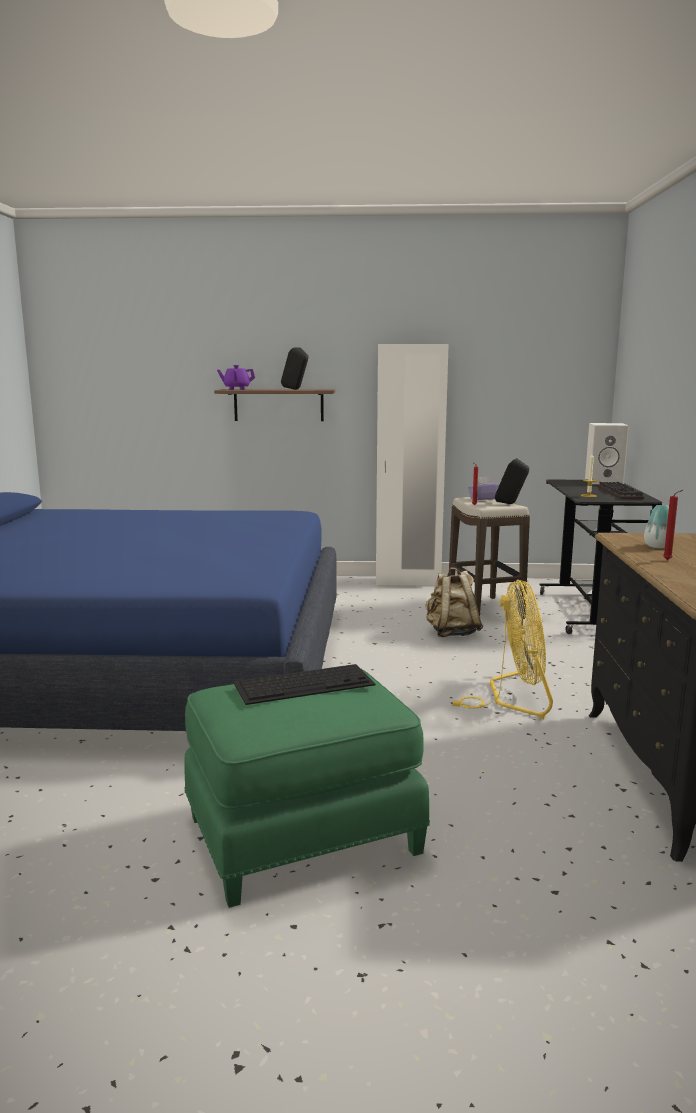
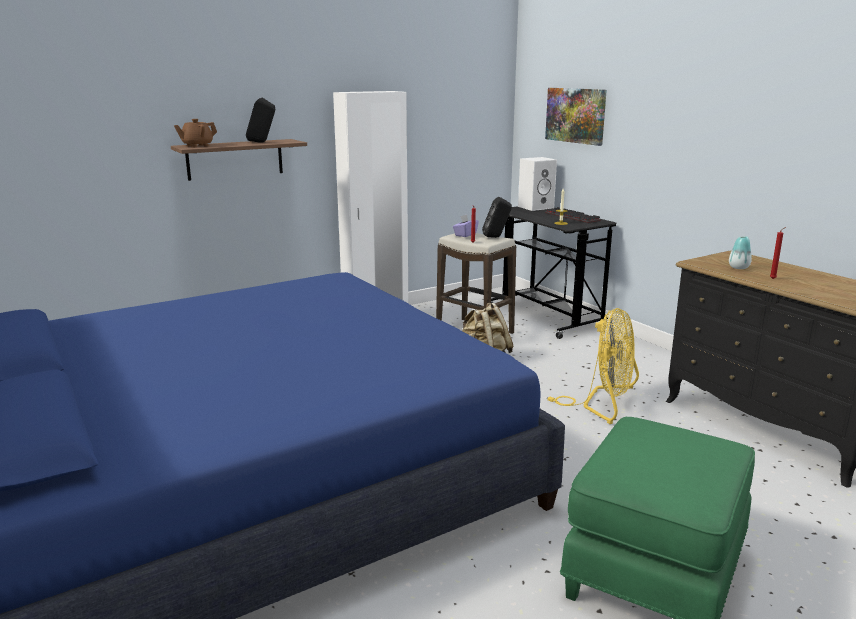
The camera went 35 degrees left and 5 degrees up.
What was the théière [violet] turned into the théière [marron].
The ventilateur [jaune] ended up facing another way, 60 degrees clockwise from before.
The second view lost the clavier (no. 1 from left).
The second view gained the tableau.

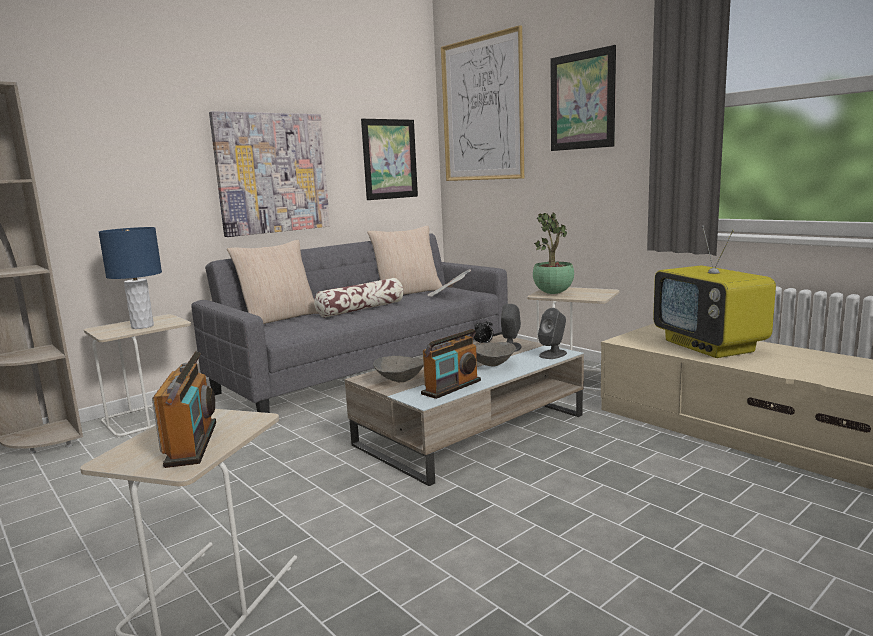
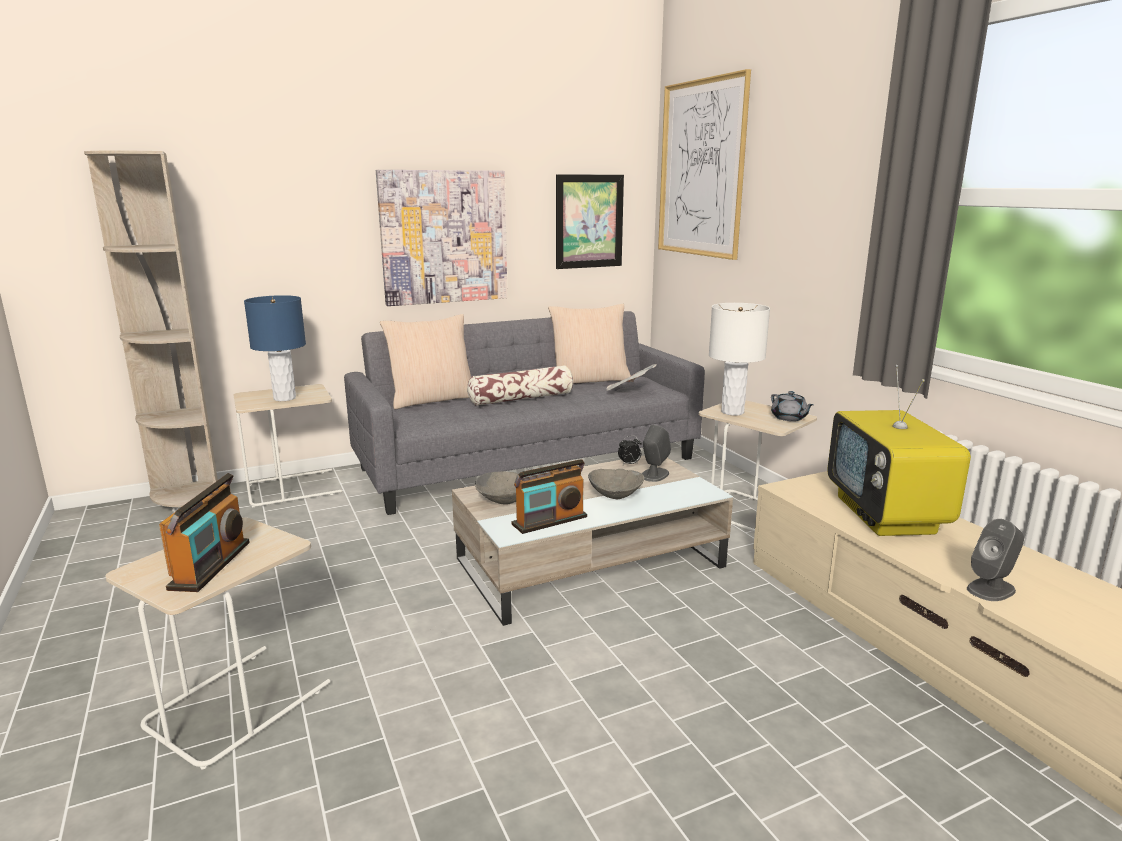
The camera went 15 degrees right and 5 degrees up.
The second view lost the tableau (no. 4 from left).
Where the plante en pot stood, the lampe de table [blanc] came to stand.
The enceinte [gris] (no. 2 from left) ended up elsewhere.
The second view gained the théière [gris].

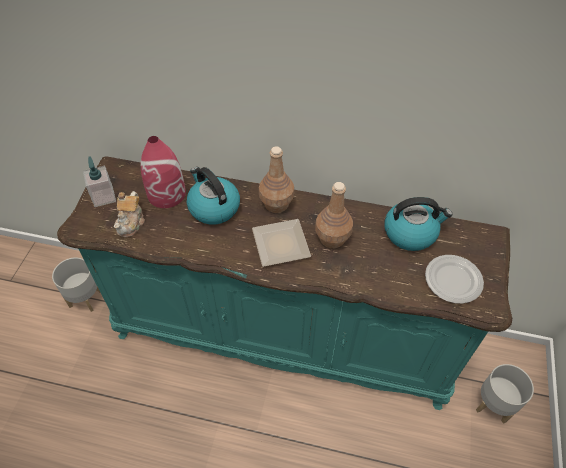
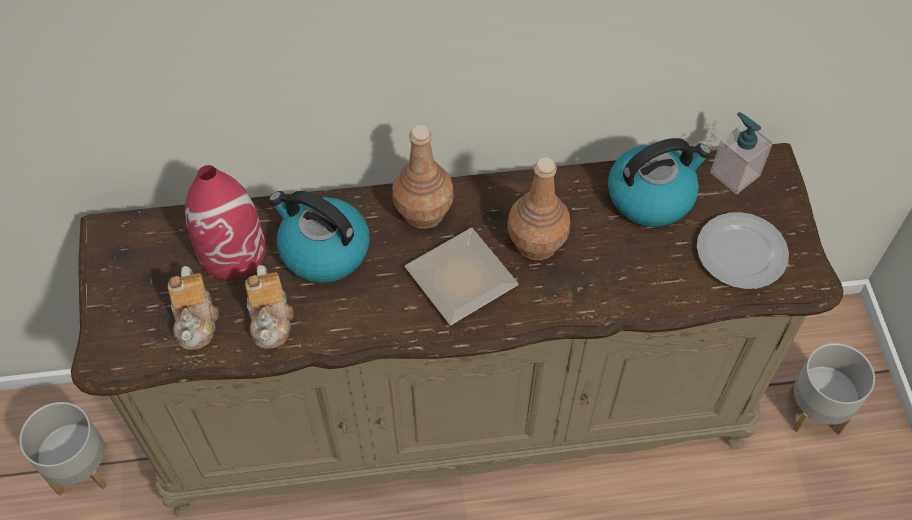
The camera went 20 degrees left and 5 degrees up.
What was the meuble de rangement [turquoise] turned into the meuble de rangement [beige].
The distributeur de savon ended up elsewhere.
The second view gained the théière (no. 2 from left).

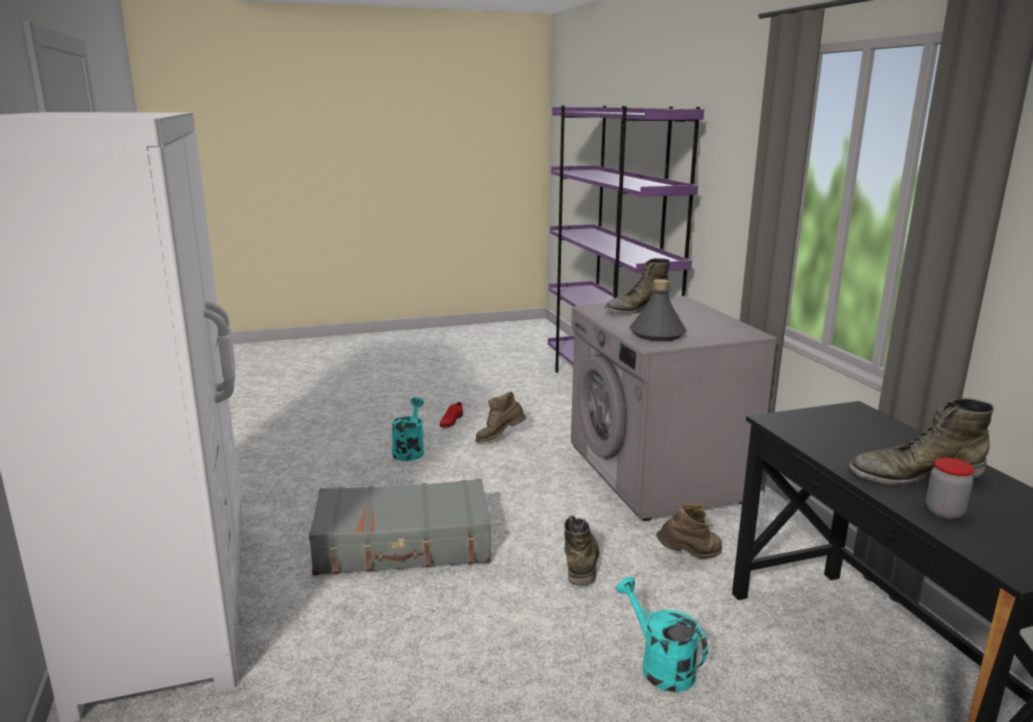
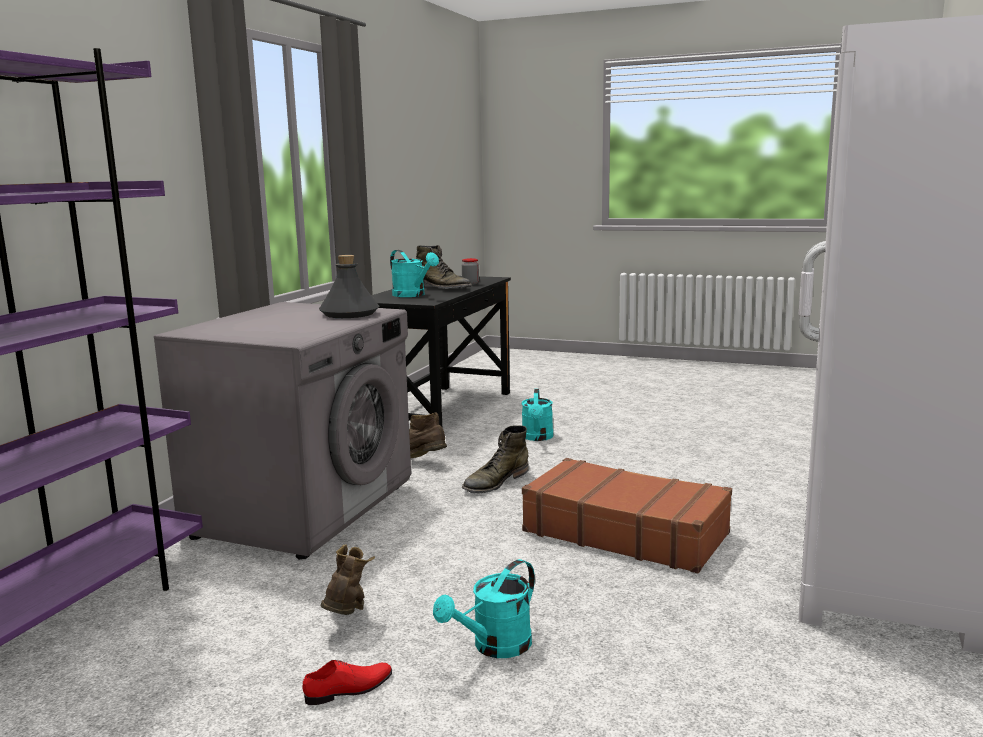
The camera went 140 degrees left and 5 degrees down.
The second view lost the botte [vert] (no. 2 from left).
The botte [marron] (no. 1 from left) ended up facing another way, 105 degrees counterclockwise from before.
What was the valise [gris] turned into the valise [marron].
The second view gained the arrosoir [turquoise] (no. 1 from left).

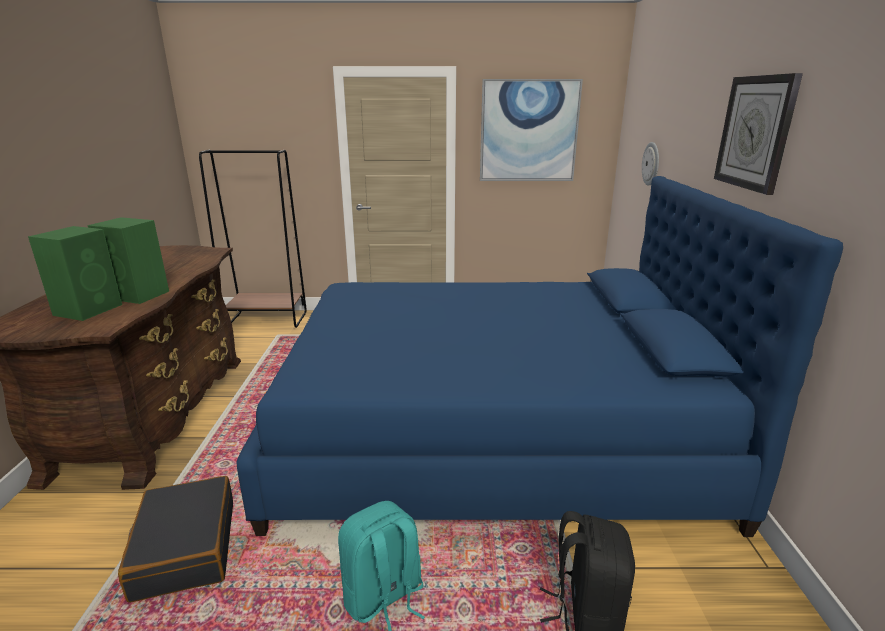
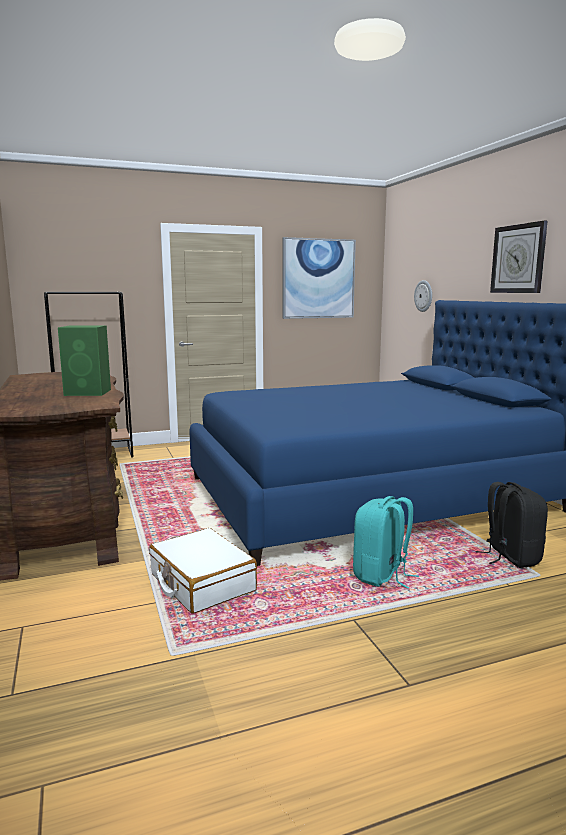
The camera went 20 degrees left and 10 degrees down.
The second view lost the enceinte [vert] (no. 1 from left).
What was the valise [noir] turned into the valise [blanc].

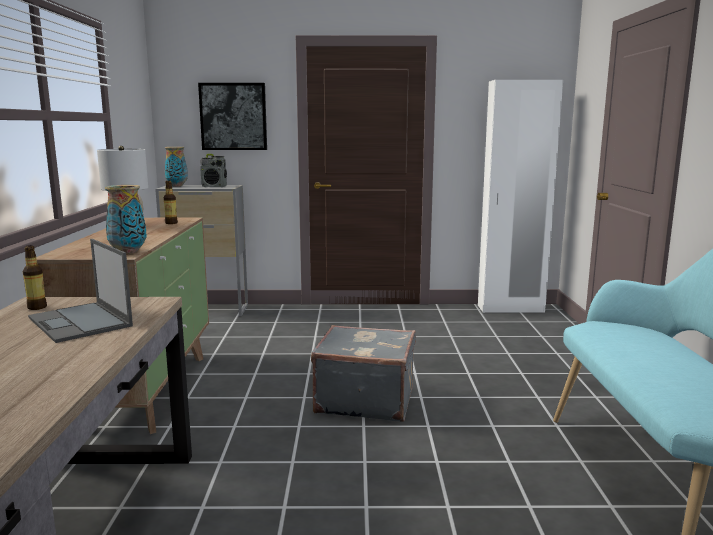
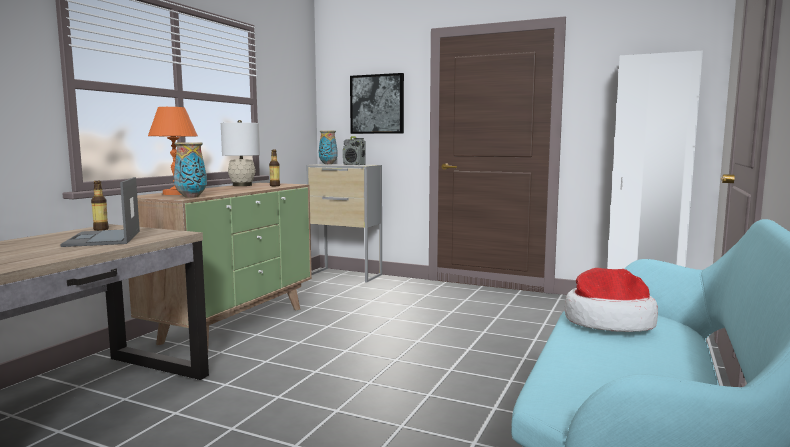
The camera went 25 degrees right and 5 degrees down.
The second view lost the valise [gris].
The second view gained the lampe de table [orange].
The second view gained the chapeau.

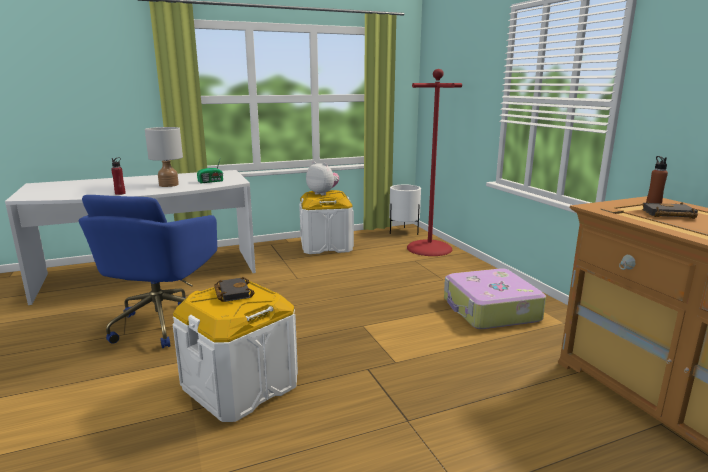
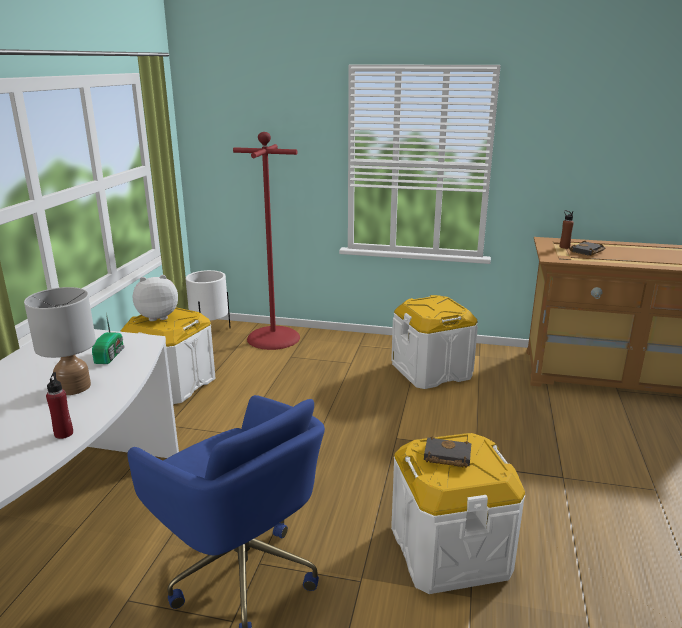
The camera went 55 degrees left and 5 degrees up.
Where the valise stood, the boîte de rangement [blanc] (no. 2 from left) came to stand.

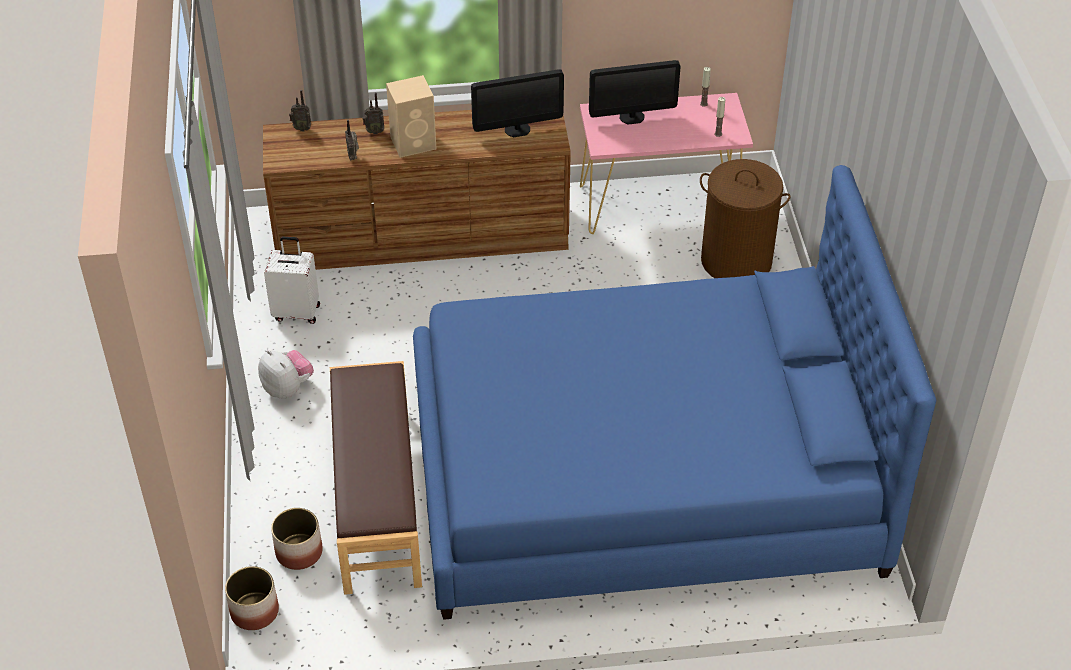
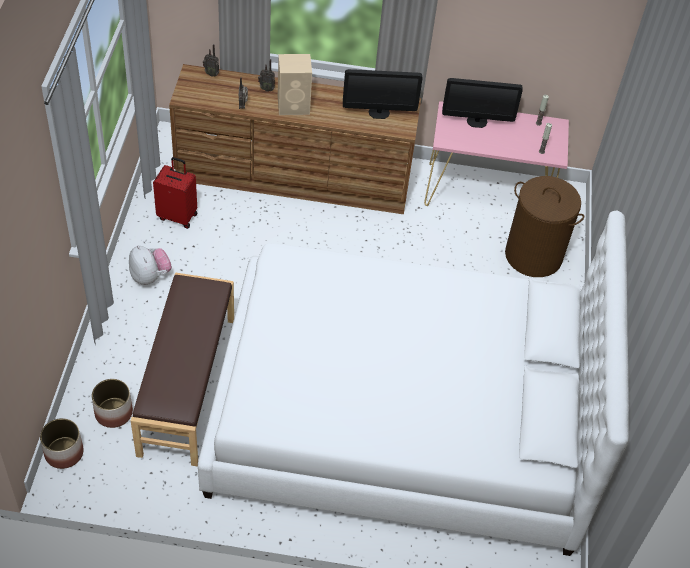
The camera went 10 degrees right and 5 degrees up.
What was the lit [bleu] turned into the lit [blanc].
What was the valise [blanc] turned into the valise [rouge].

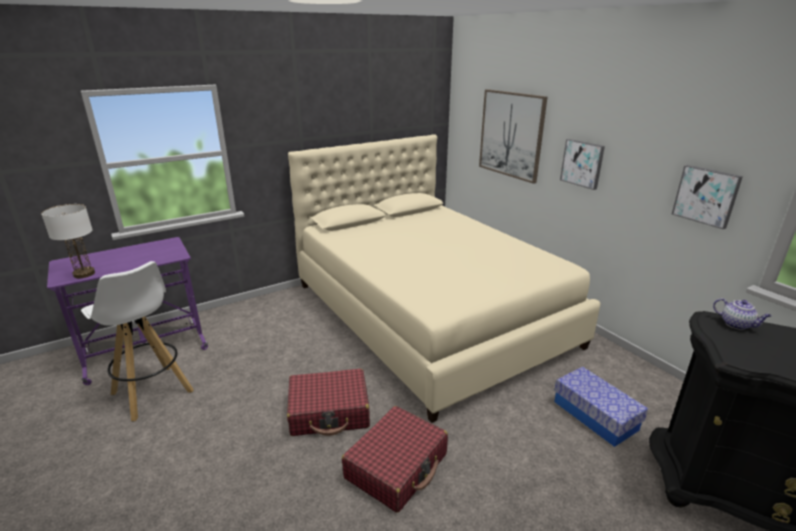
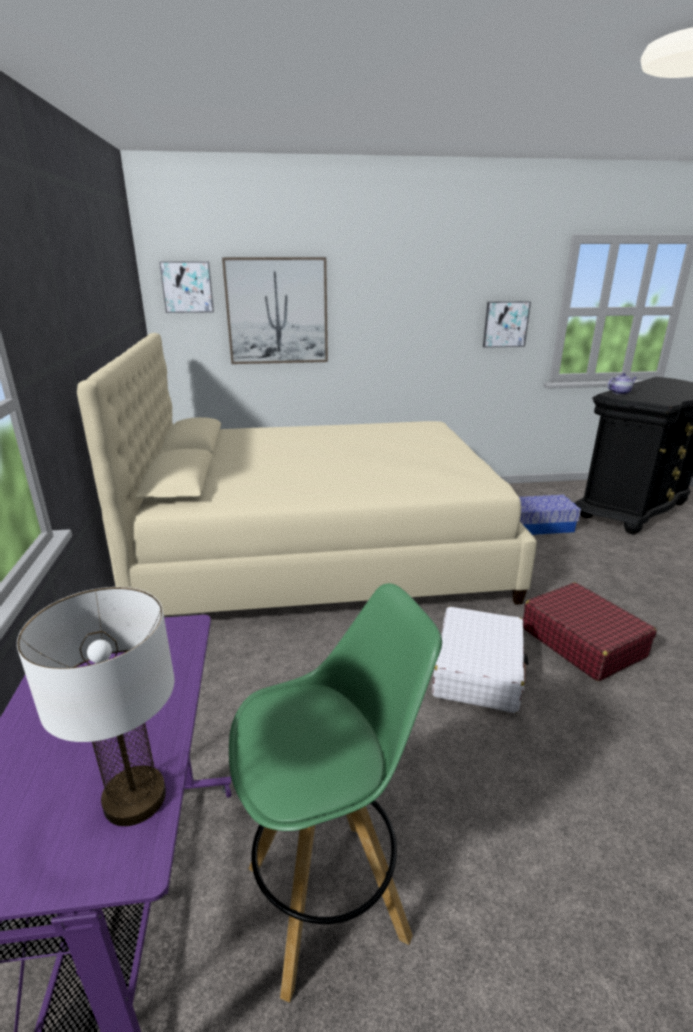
The camera went 65 degrees left and 0 degrees up.
The tableau (no. 2 from left in the first image) ended up elsewhere.
What was the tabouret [blanc] turned into the tabouret [vert].
What was the valise [rouge] (no. 1 from left) turned into the valise [blanc].

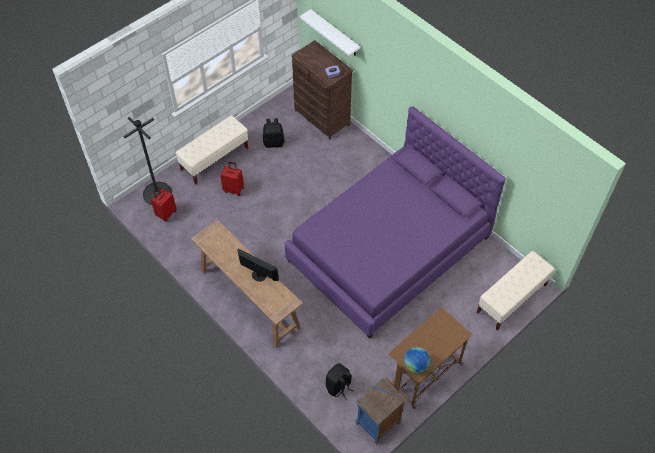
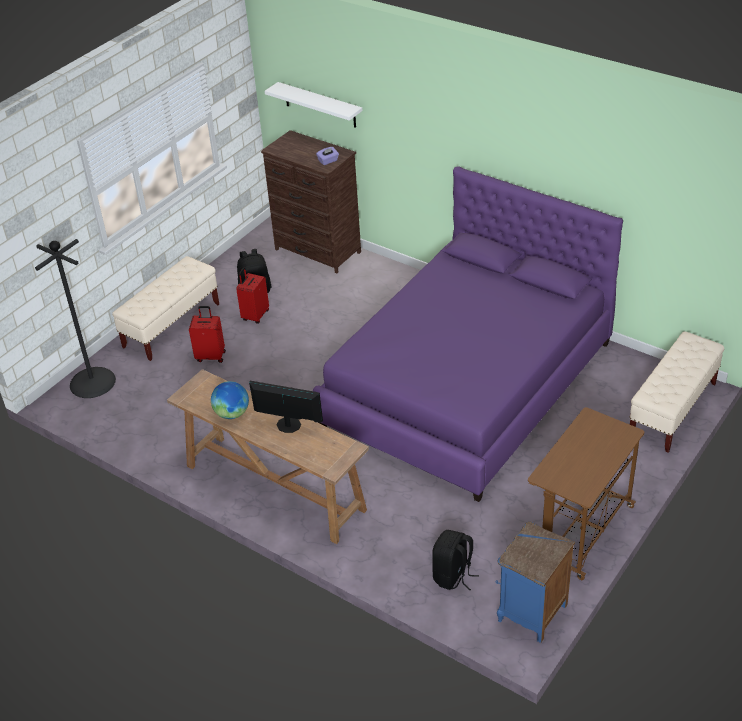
The camera went 10 degrees left and 15 degrees down.
The valise [rouge] (no. 1 from left in the first image) ended up elsewhere.
The globe ended up elsewhere.

